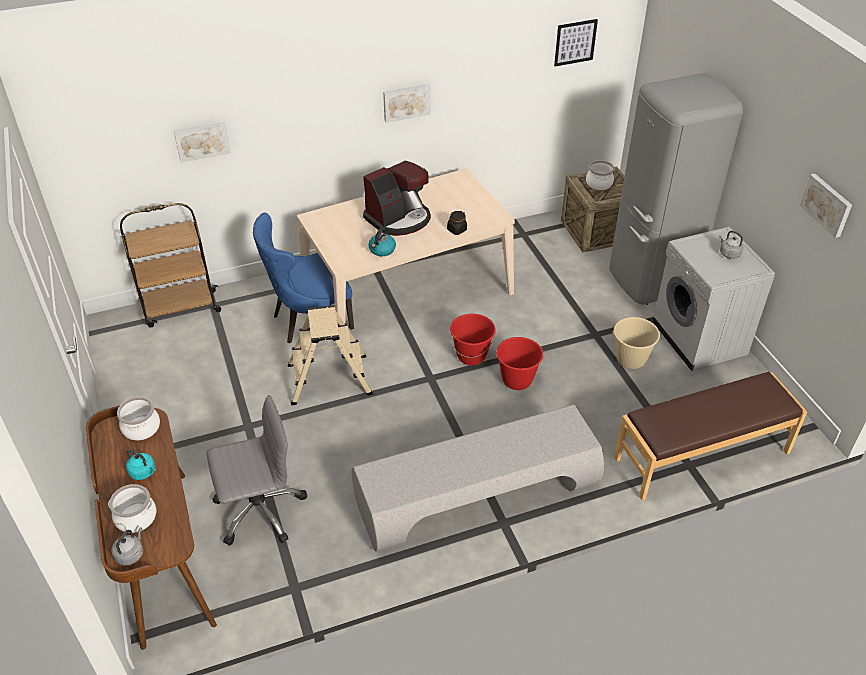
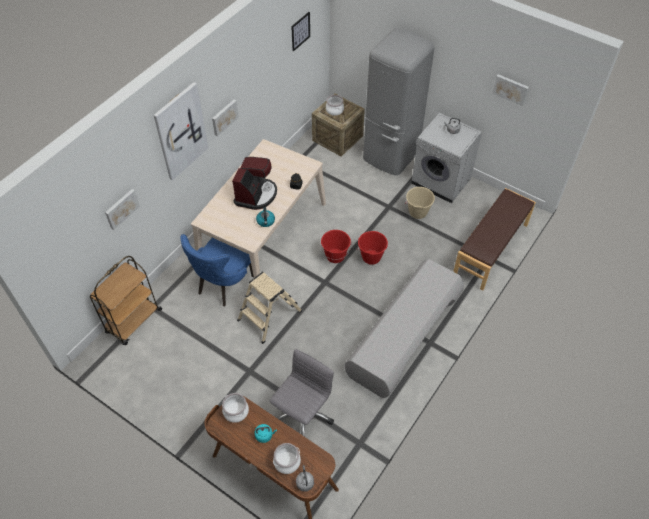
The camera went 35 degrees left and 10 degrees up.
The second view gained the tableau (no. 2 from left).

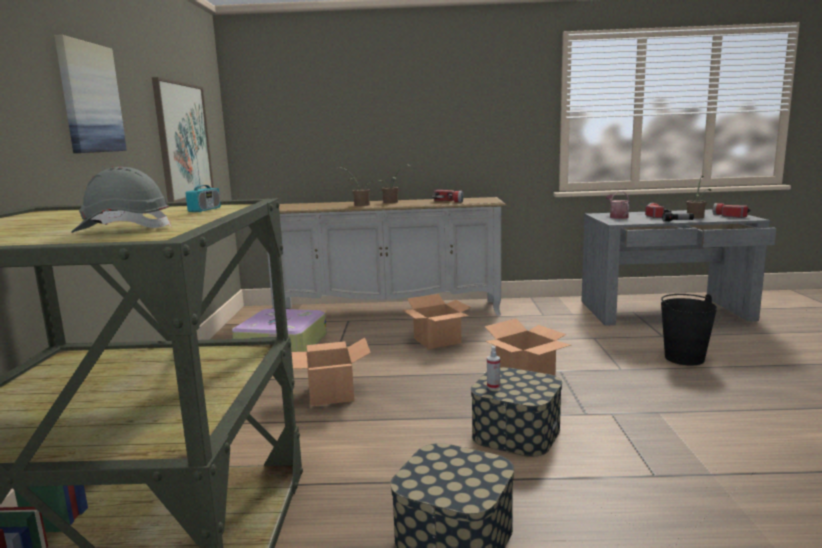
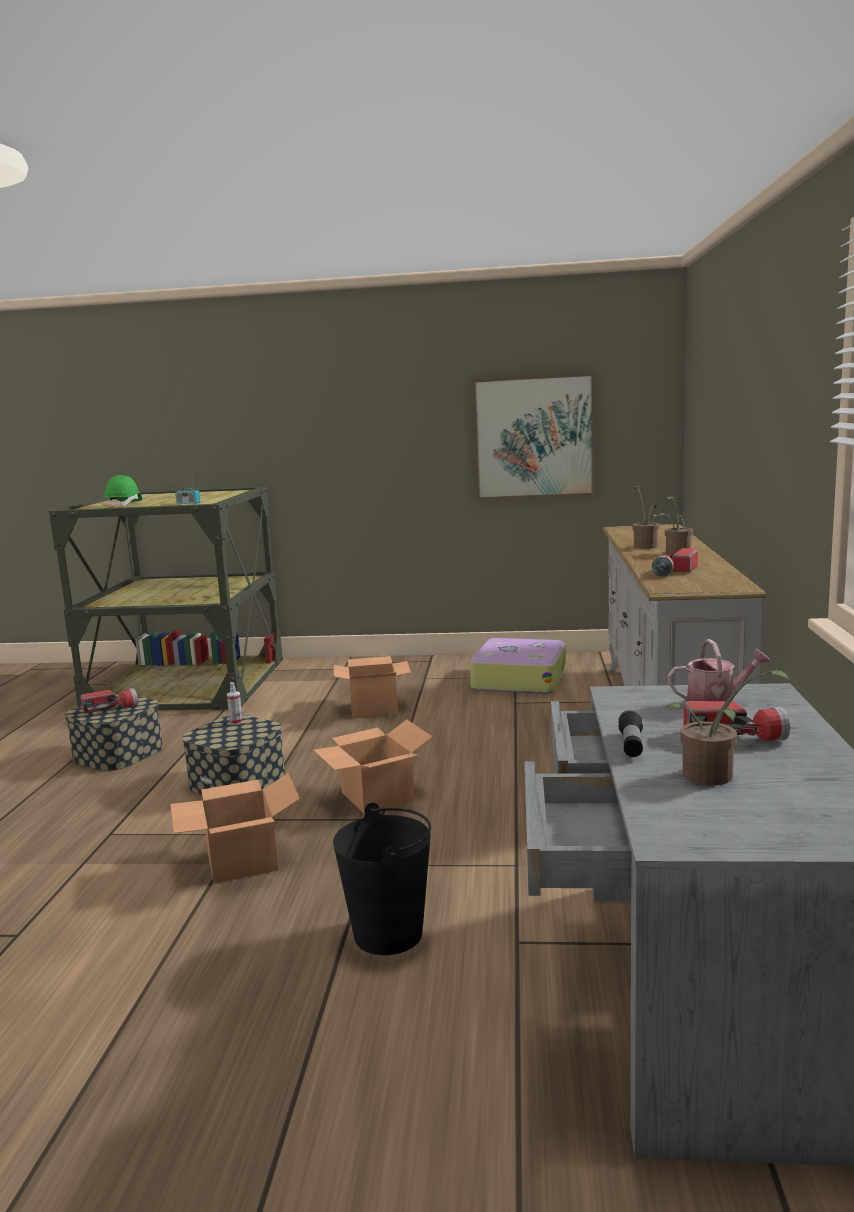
The camera went 95 degrees right and 0 degrees up.
The second view lost the tableau (no. 1 from left).
What was the casque de chantier [gris] turned into the casque de chantier [vert].
The lampe de poche (no. 4 from left in the first image) ended up elsewhere.
The carton (no. 2 from left in the first image) ended up elsewhere.

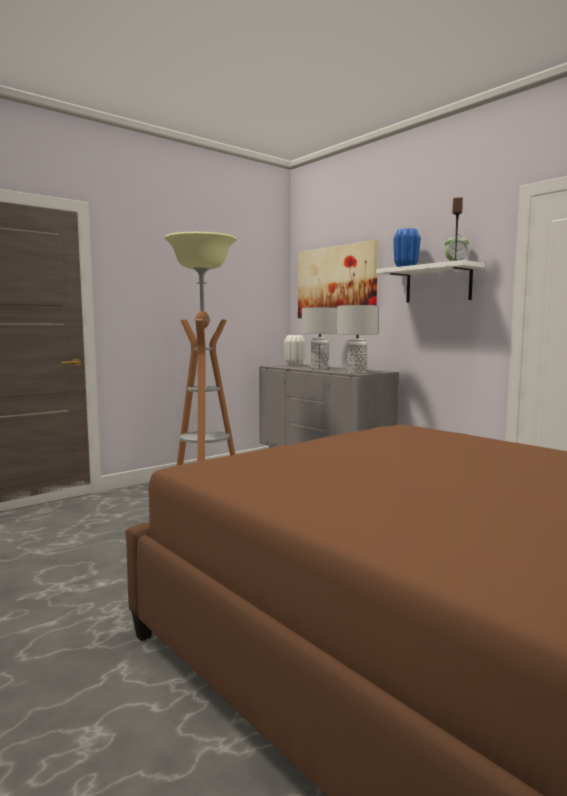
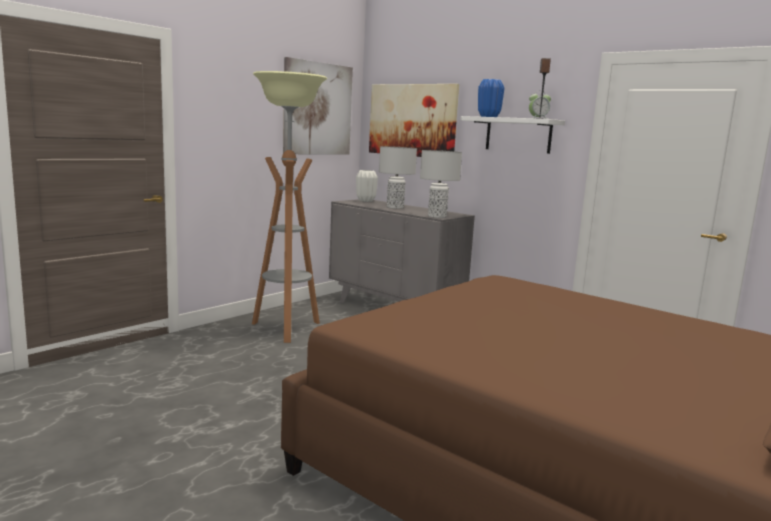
The camera went 10 degrees left and 5 degrees up.
The second view gained the tableau (no. 1 from left).

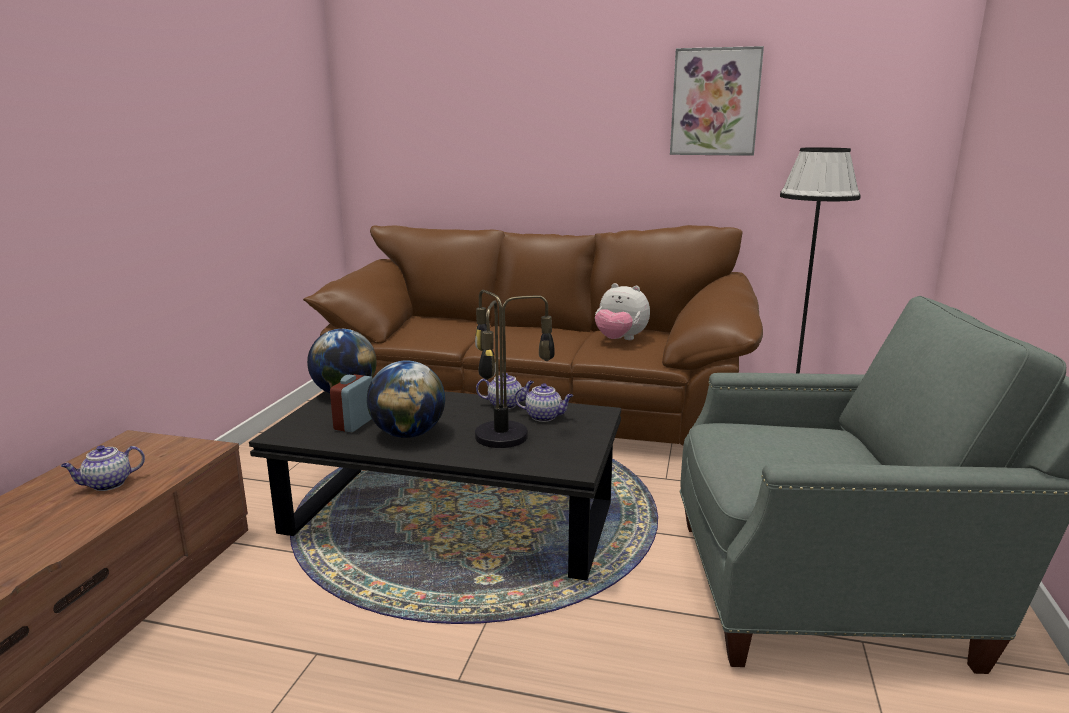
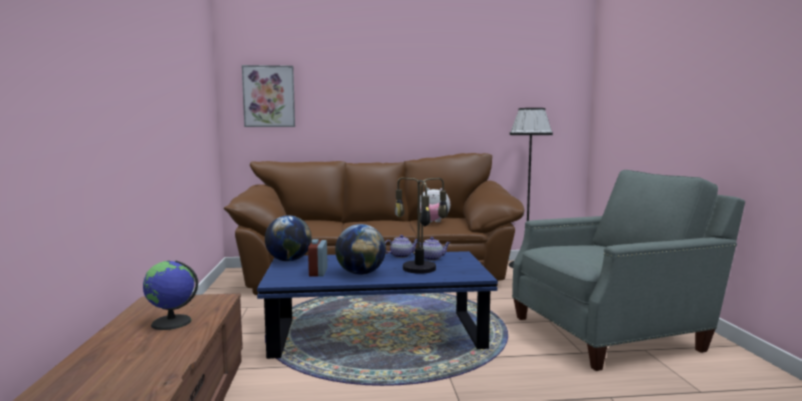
The camera went 20 degrees left and 10 degrees down.
The tableau ended up elsewhere.
What was the table basse [noir] turned into the table basse [bleu].
Where the théière (no. 1 from left) stood, the globe (no. 1 from left) came to stand.

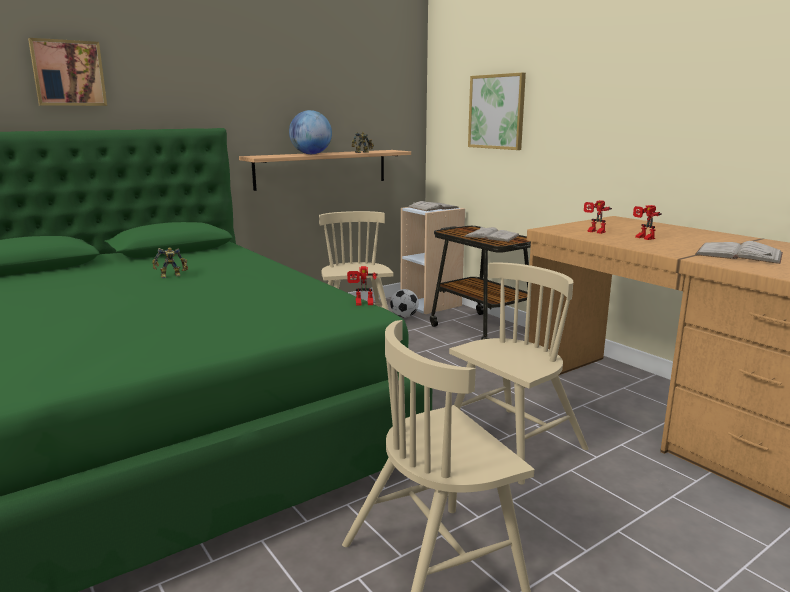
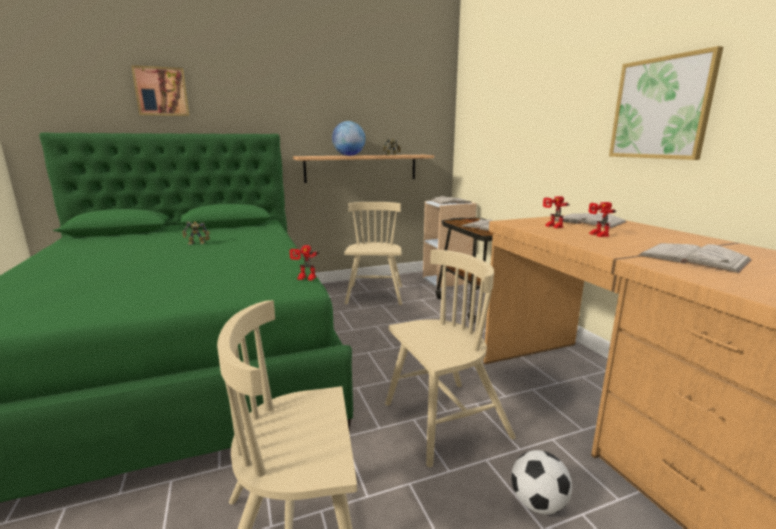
The camera went 15 degrees right and 0 degrees up.
The tableau (no. 2 from left) ended up elsewhere.
The ballon de foot ended up elsewhere.
The second view gained the livre [blanc] (no. 3 from left).

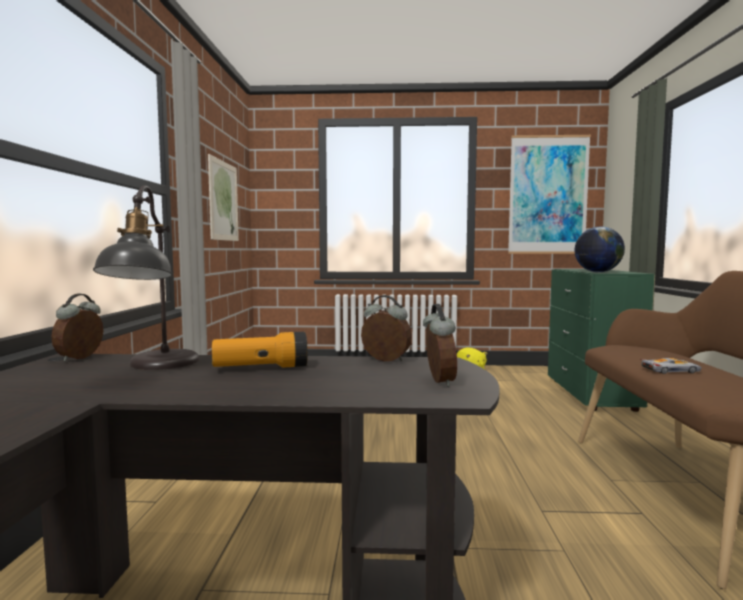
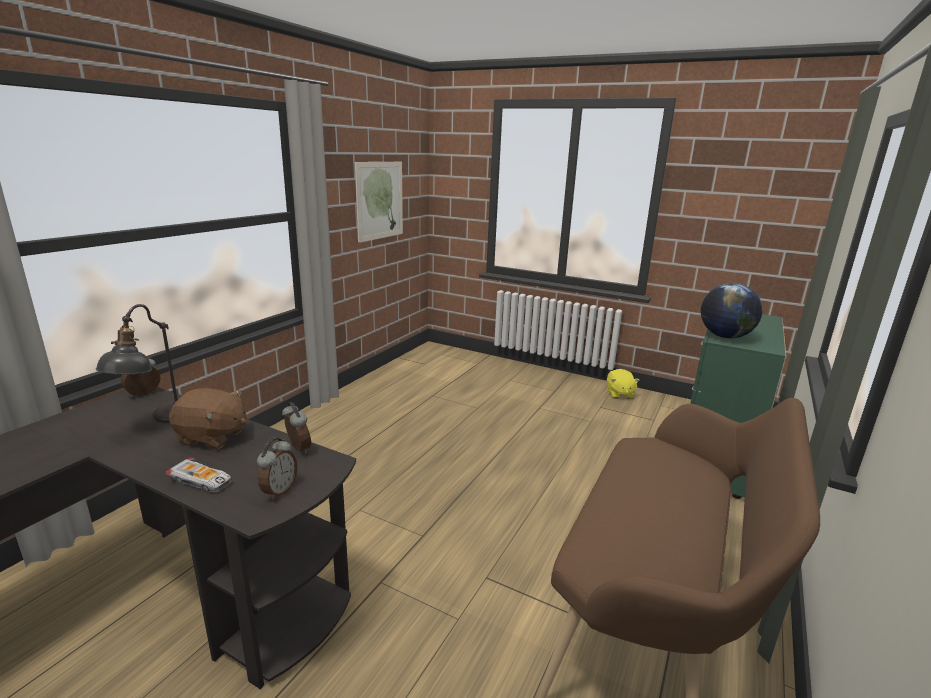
The camera went 25 degrees right and 15 degrees up.
The second view lost the tableau (no. 2 from left).
Where the lampe de poche stood, the peluche [marron] came to stand.
The petite voiture ended up elsewhere.

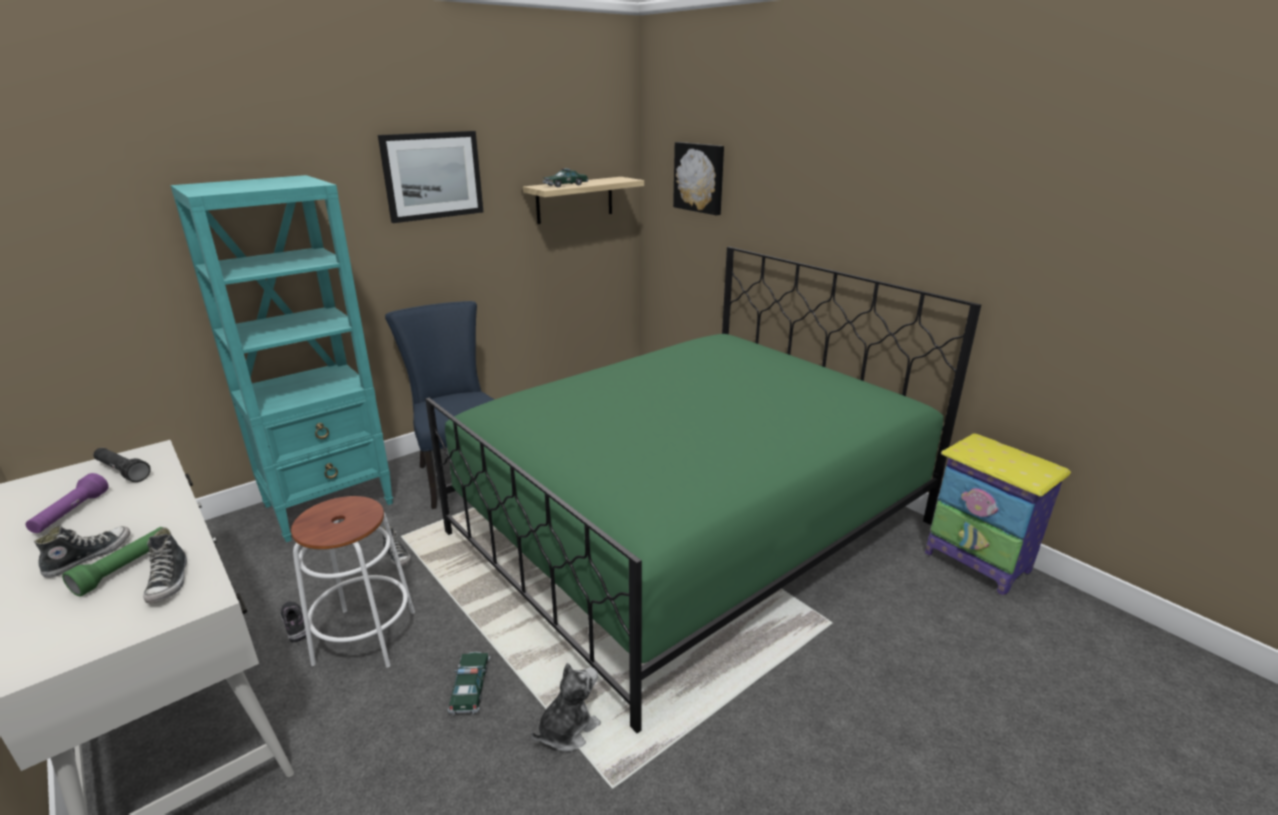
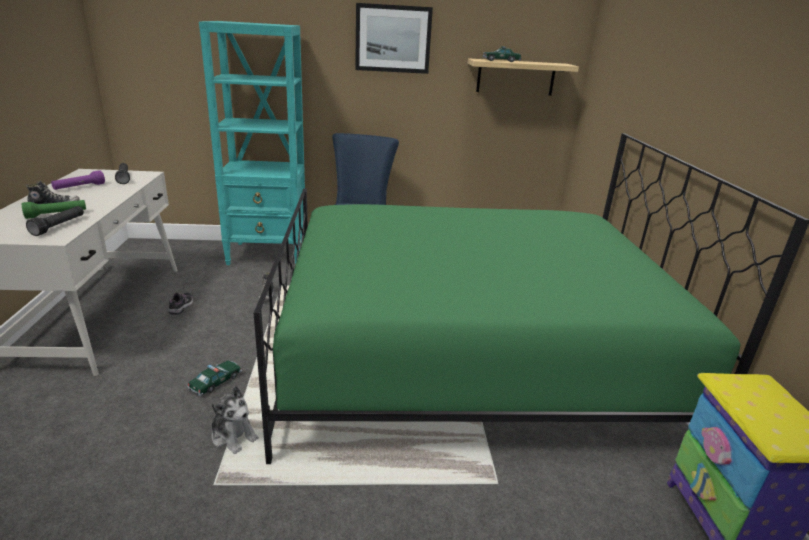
The camera went 35 degrees right and 0 degrees up.
The second view lost the tableau (no. 2 from left).
The second view lost the tabouret [blanc].
Where the chaussure (no. 2 from left) stood, the lampe de poche [noir] (no. 1 from left) came to stand.
The peluche ended up facing another way, 45 degrees clockwise from before.

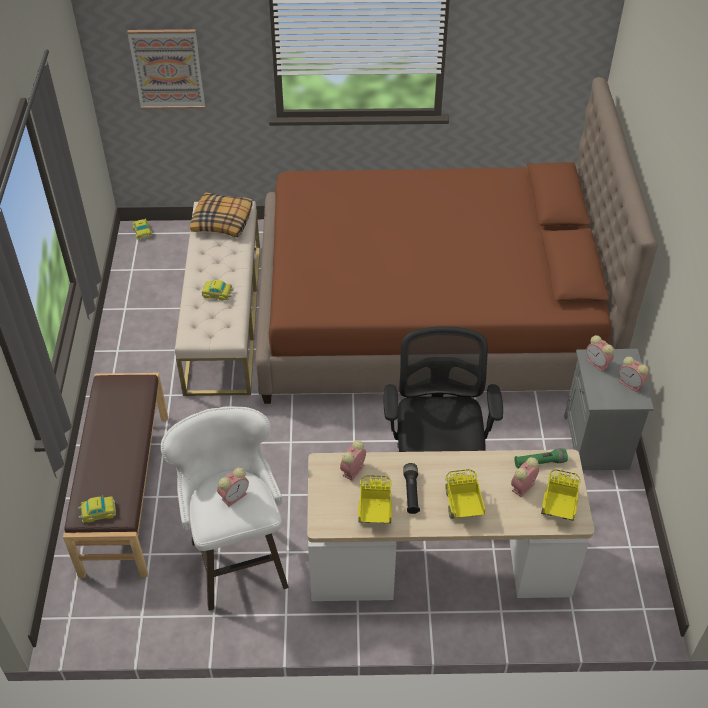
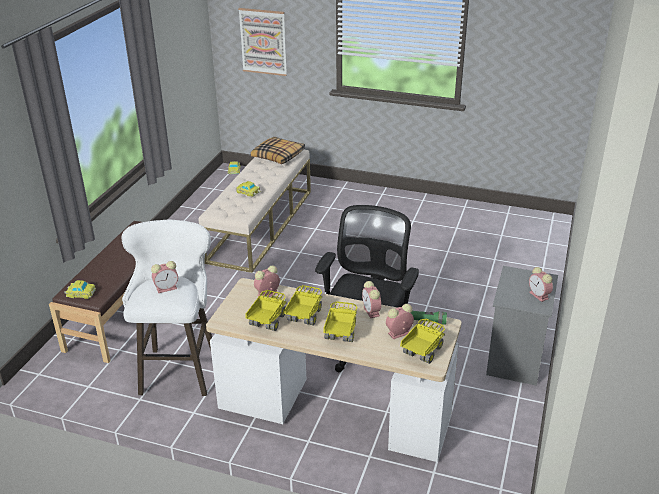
The camera went 20 degrees right and 15 degrees down.
The second view lost the lit [marron].
The réveil (no. 4 from left in the first image) ended up elsewhere.
Where the lampe de poche [noir] stood, the camion jouet (no. 2 from left) came to stand.

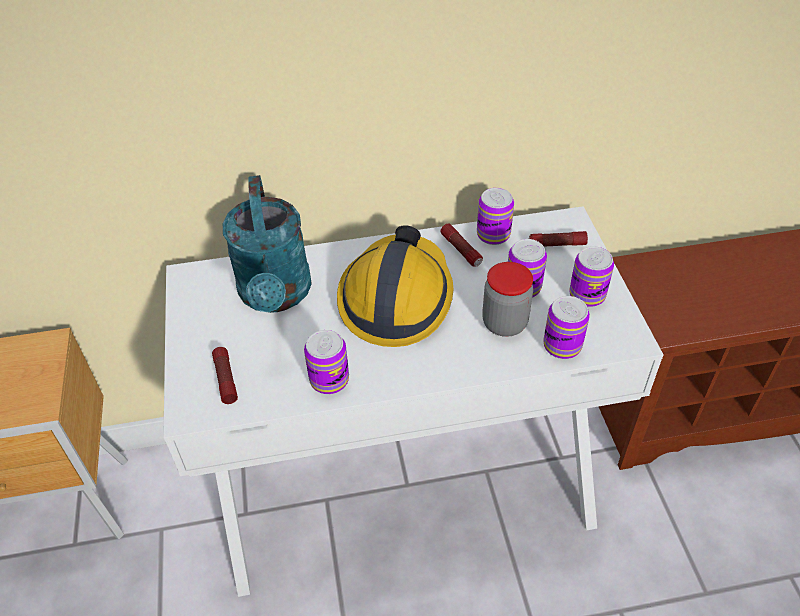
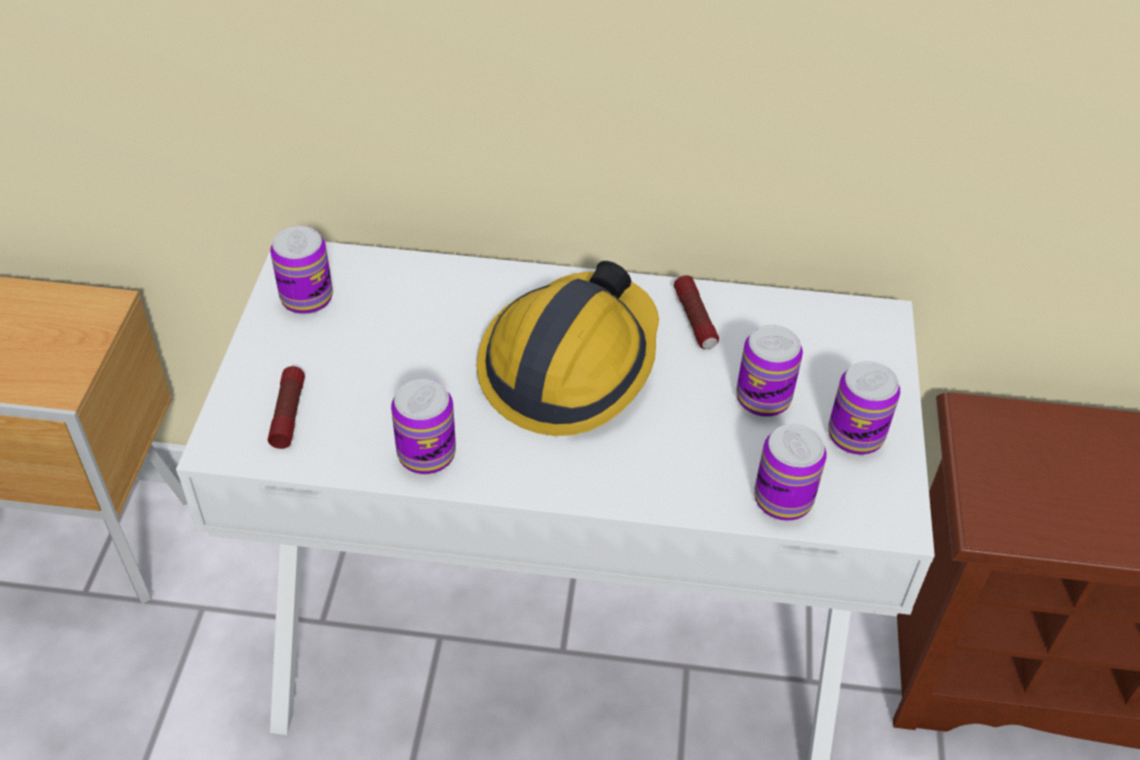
The camera went 15 degrees right and 0 degrees up.
The second view lost the arrosoir [turquoise].
The boîte métallique (no. 2 from left in the first image) ended up elsewhere.
The second view lost the lampe de poche (no. 3 from left).
The second view lost the bocal.

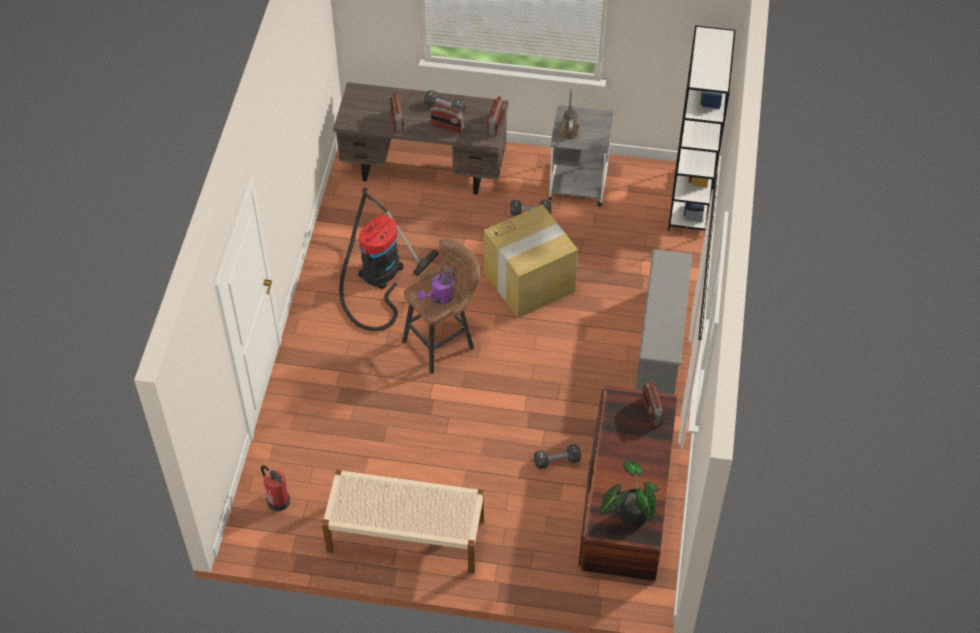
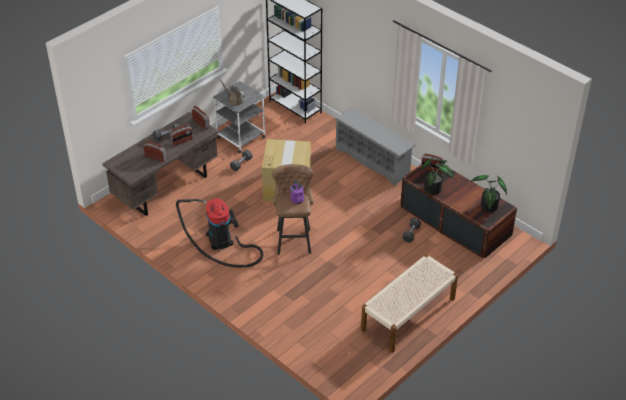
The camera went 55 degrees left and 10 degrees down.
The second view lost the extincteur.
The second view gained the plante en pot (no. 1 from left).

